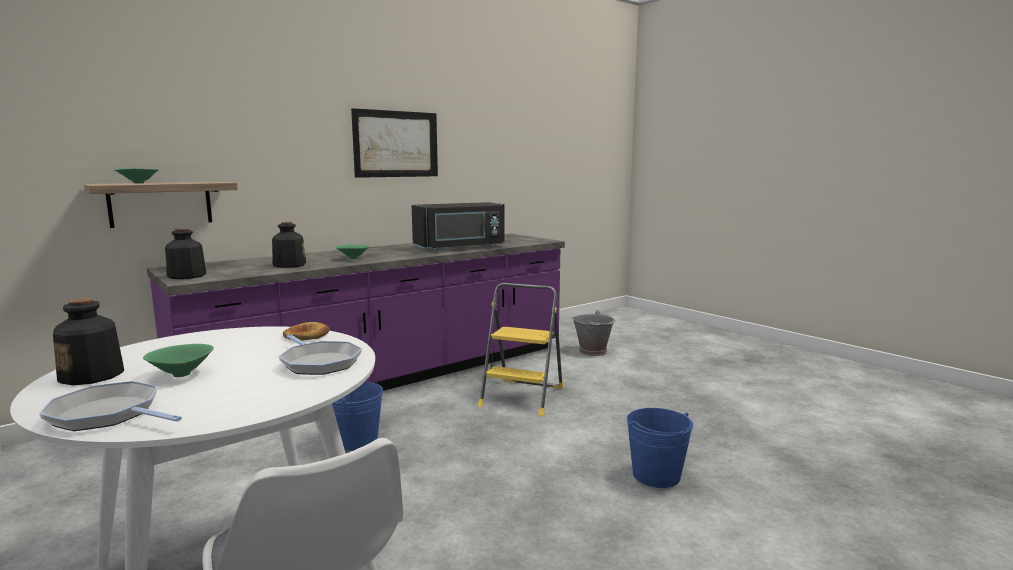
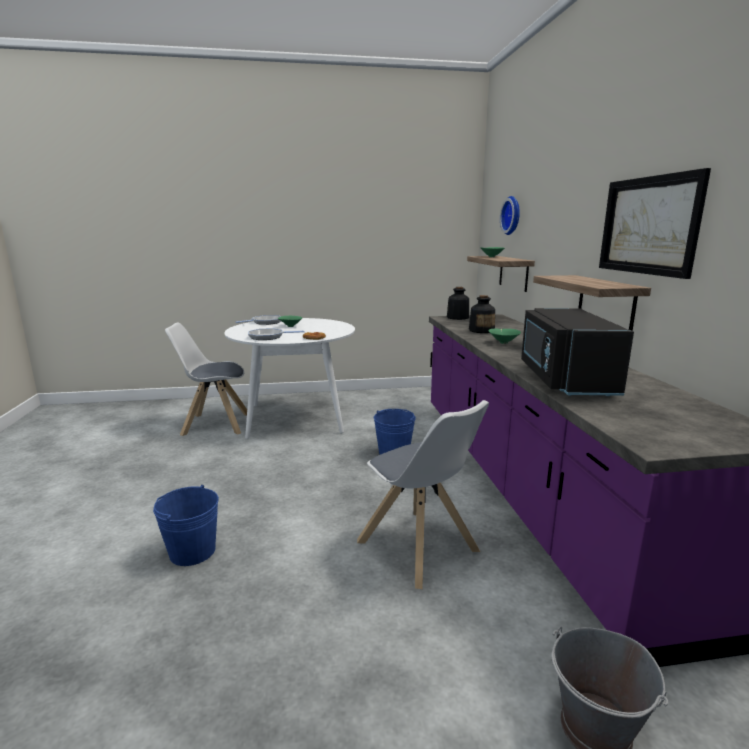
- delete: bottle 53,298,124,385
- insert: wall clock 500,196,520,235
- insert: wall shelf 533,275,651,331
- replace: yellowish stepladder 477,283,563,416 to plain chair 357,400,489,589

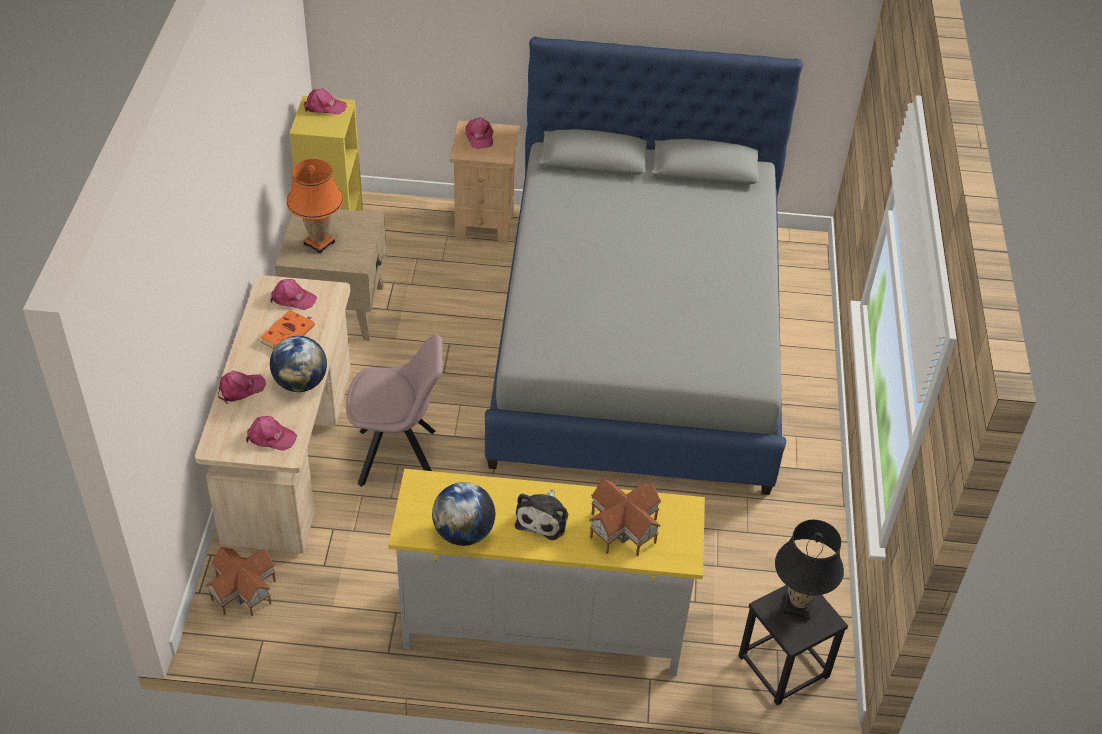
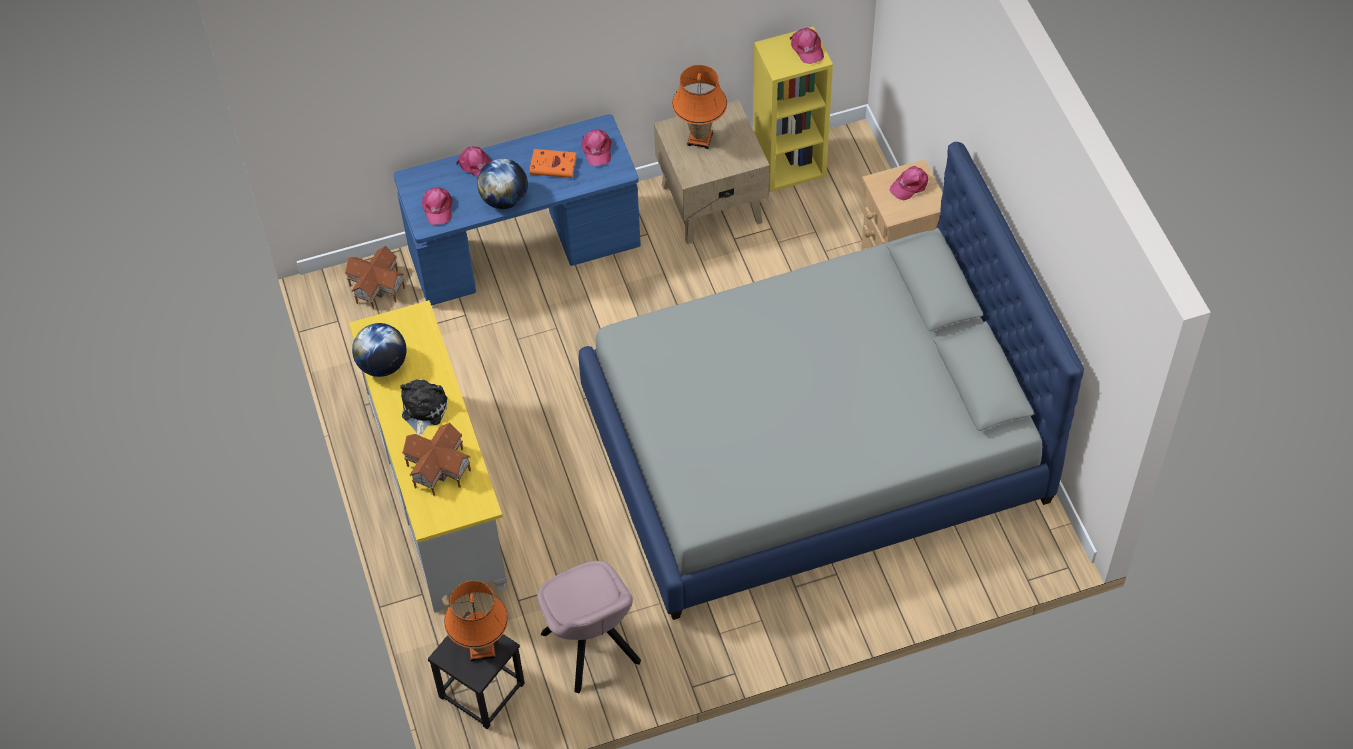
- move: pinkish plain chair 346,335,443,487 to 537,561,641,694
- recolor: sand-coloured desk 195,275,351,553 to bluish desk 394,114,641,305
- recolor: black-coloured tabletop lamp 775,520,844,620 to orangey tabletop lamp 444,581,508,662
- rotate: soft toy 515,489,568,540 = 400,379,447,437 105 degrees clockwise

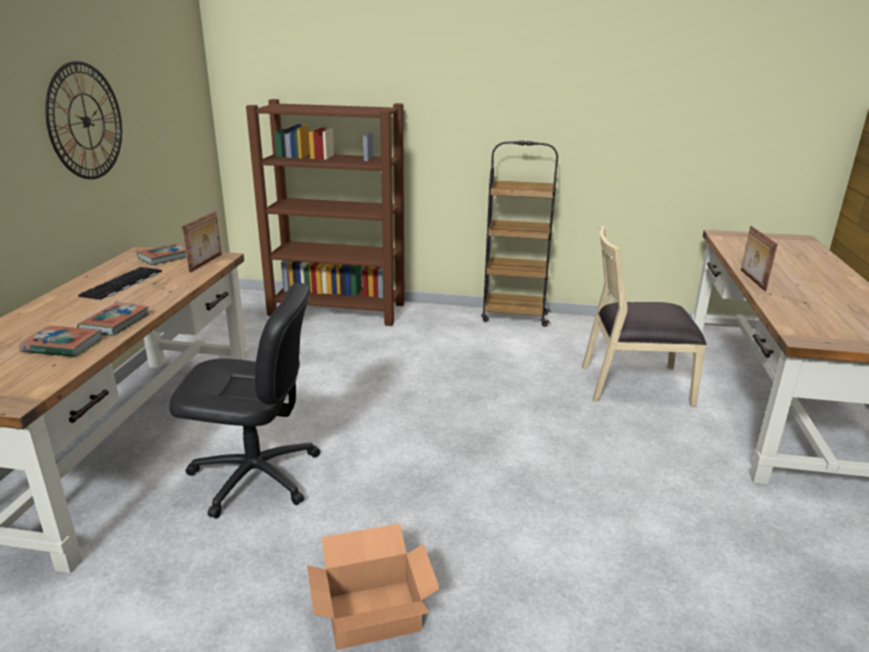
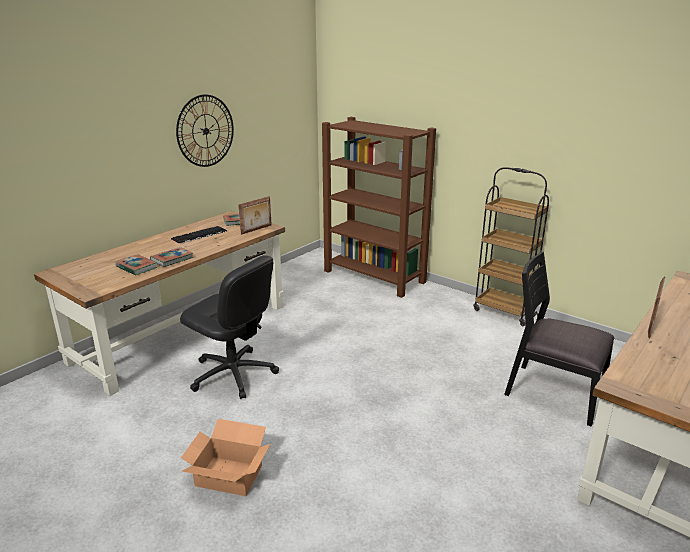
- recolor: sand-coloured plain chair 582,226,706,407 to black-coloured plain chair 504,252,614,427

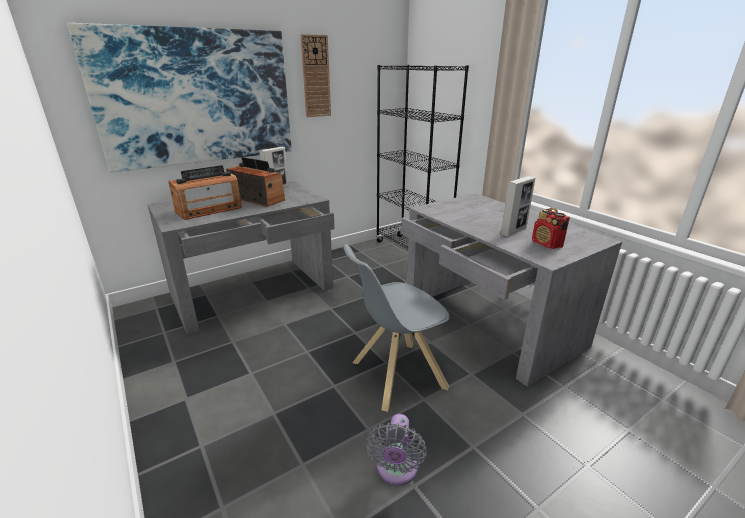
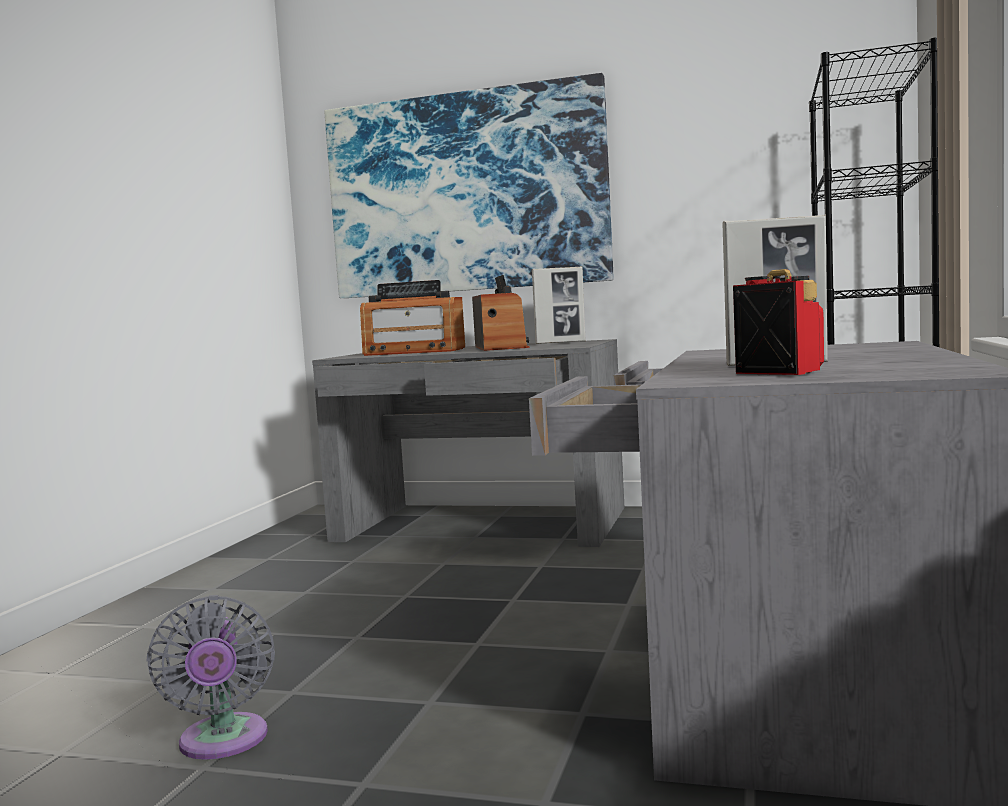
- delete: wall clock 301,34,331,117
- delete: gray plain chair 343,244,450,412
- rotate: gray fan 366,414,427,485 = 147,595,275,760 75 degrees counterclockwise
- rotate: radio set 532,207,570,249 = 733,269,824,375 120 degrees clockwise

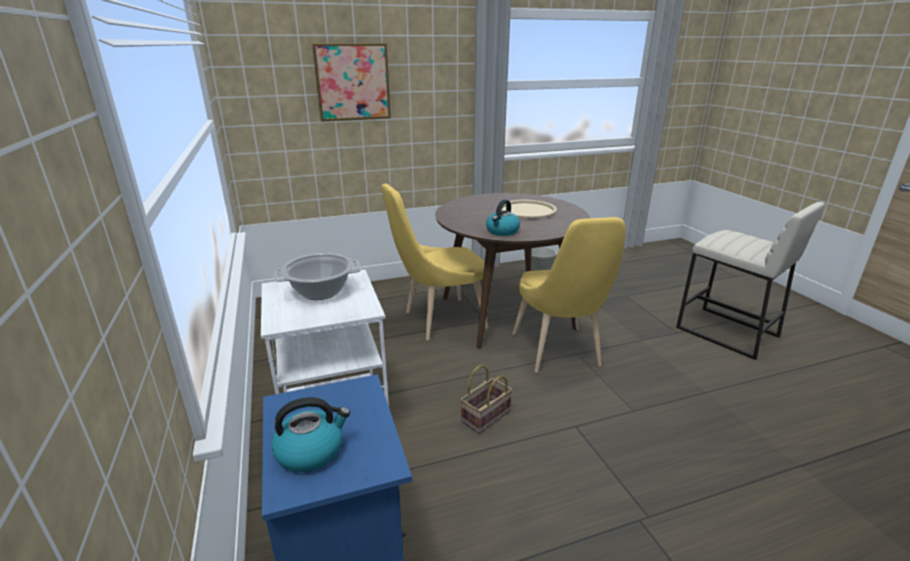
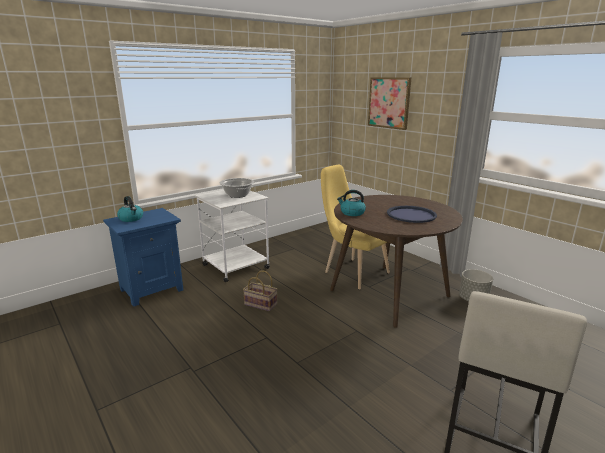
- delete: yellowish plain chair 512,217,626,373
- recolor: sand-coloured serving tray 501,200,557,219 to bluish serving tray 387,206,437,223

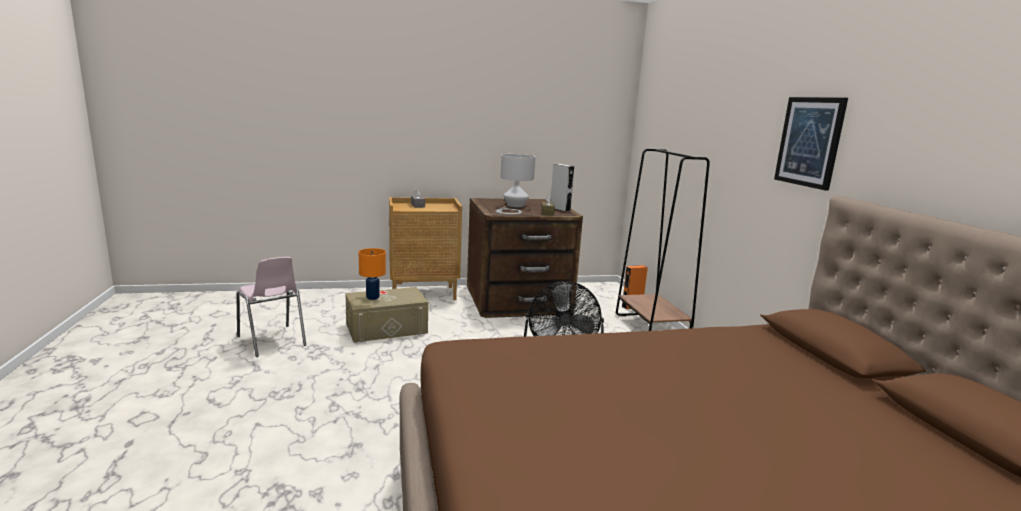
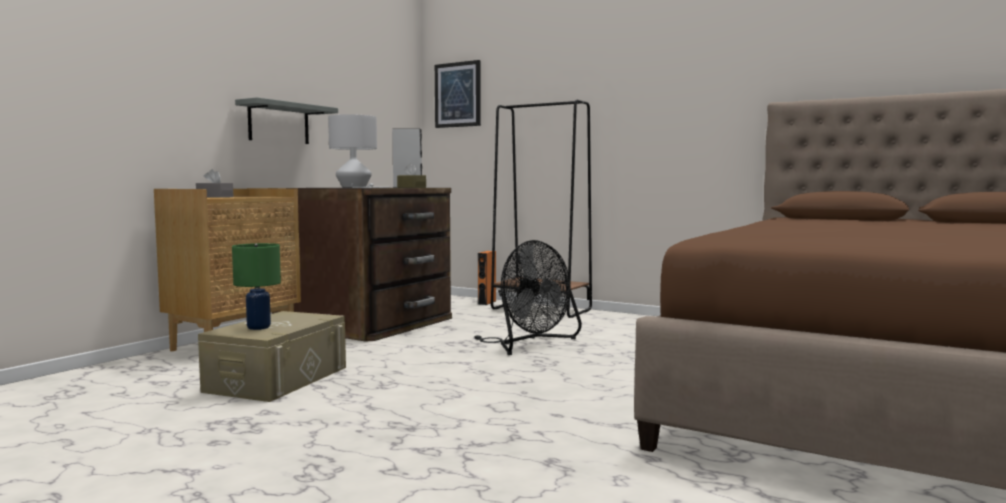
- delete: pinkish plain chair 236,257,306,357
- insert: gray wall shelf 235,97,338,144
- move: picture 774,97,848,191 to 435,60,481,128
- recolor: orangey tabletop lamp 359,248,386,300 to green tabletop lamp 232,243,281,330

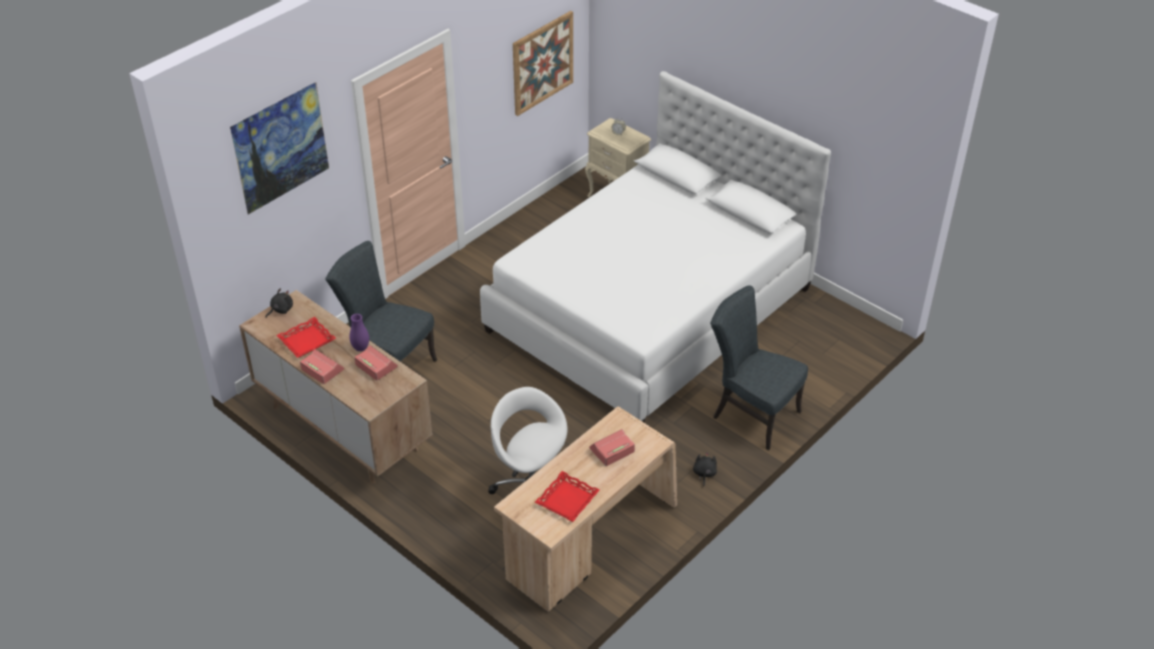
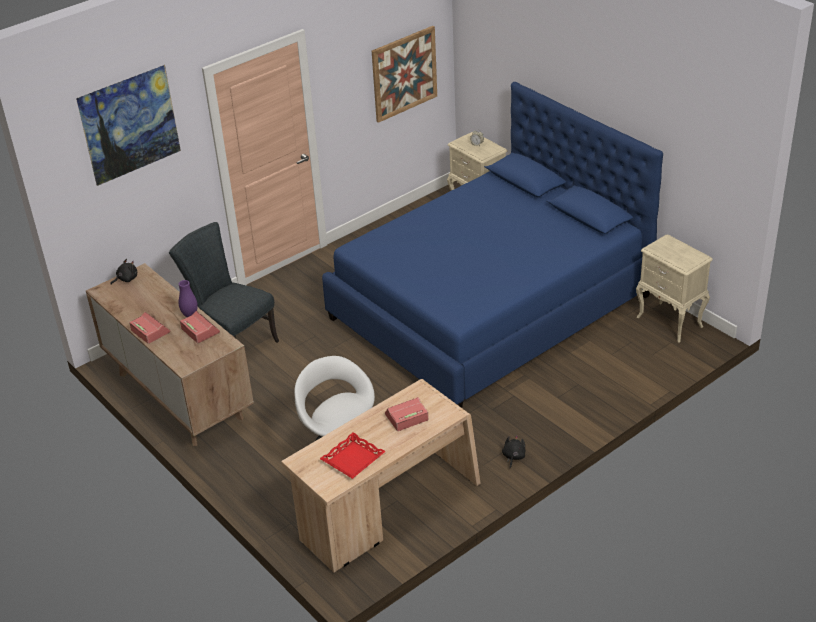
- delete: red serving tray 276,317,336,358
- delete: gray plain chair 710,285,808,450
- insert: sand-coloured nightstand 636,235,713,343
- recolor: white sleeping bed 480,71,831,422 to bluish sleeping bed 322,82,663,408

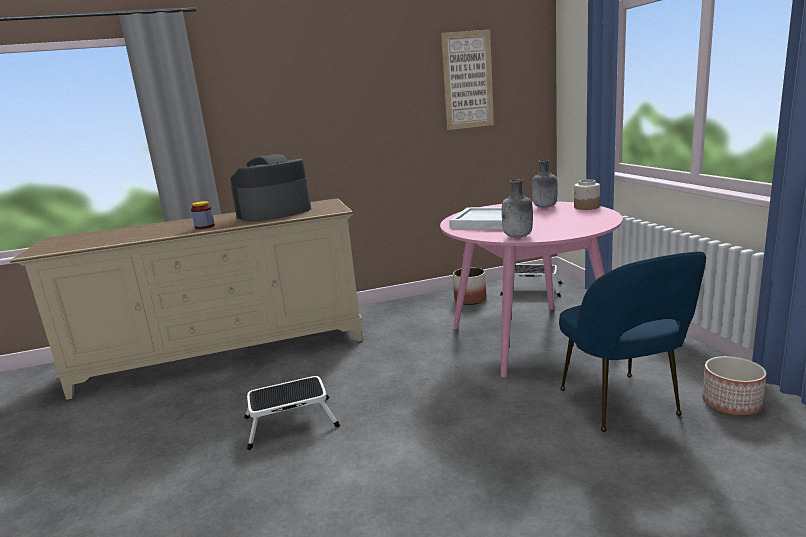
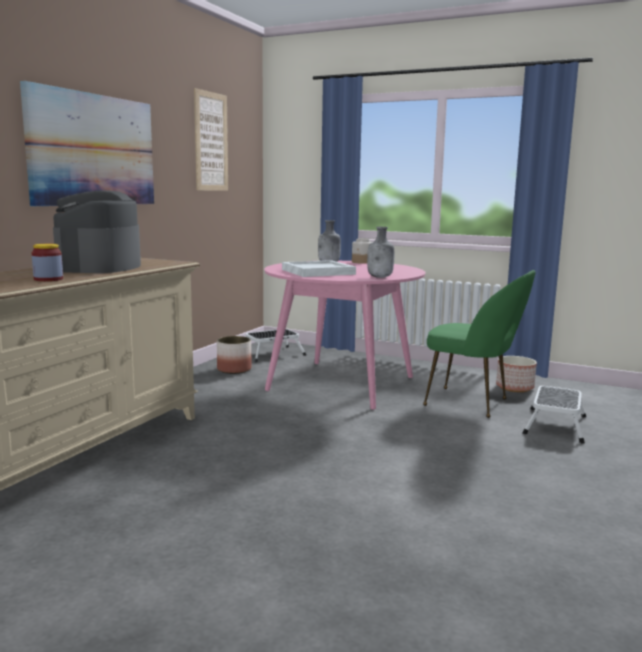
- insert: picture 20,81,154,206
- move: black-coloured stepladder 244,376,340,450 to 522,386,586,444
- recolor: bluish plain chair 559,251,706,432 to green plain chair 423,270,536,418

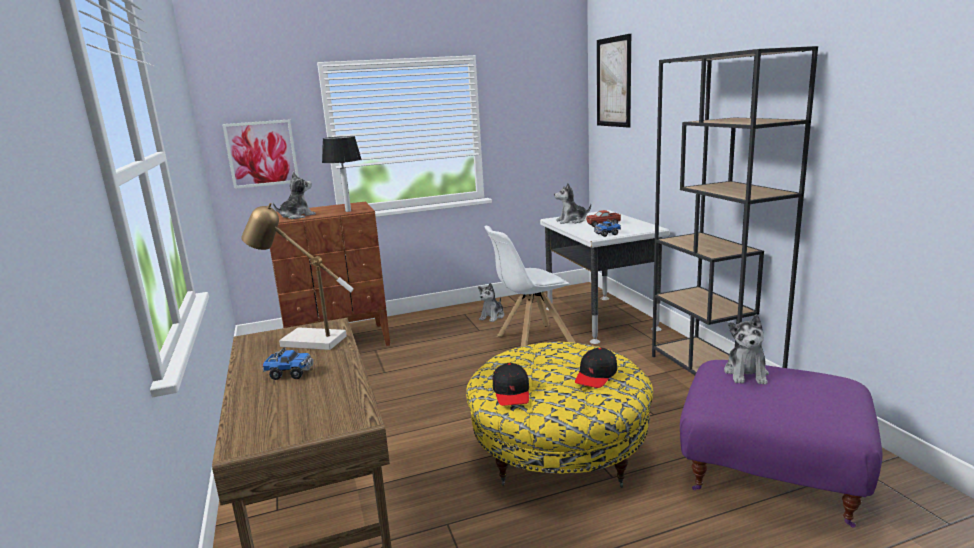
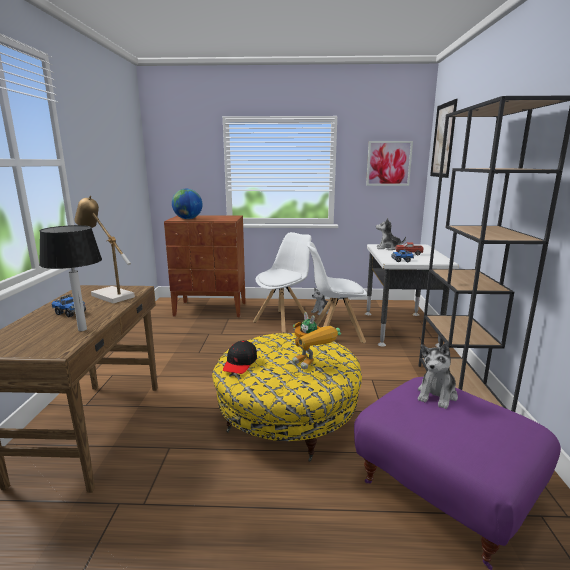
- insert: white plain chair 253,232,311,333
- move: picture 222,119,299,189 to 366,141,413,186
- move: tabletop lamp 322,136,361,212 to 39,225,102,331
- replace: soft toy 273,172,316,219 to world globe 172,189,202,219
- replace: black-coloured peaked cap 575,348,617,388 to model robot 292,312,341,369

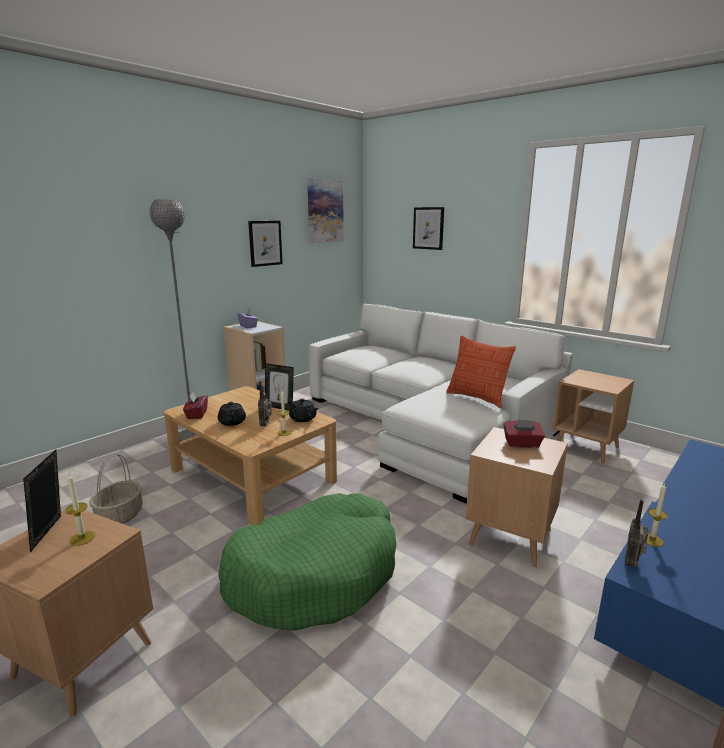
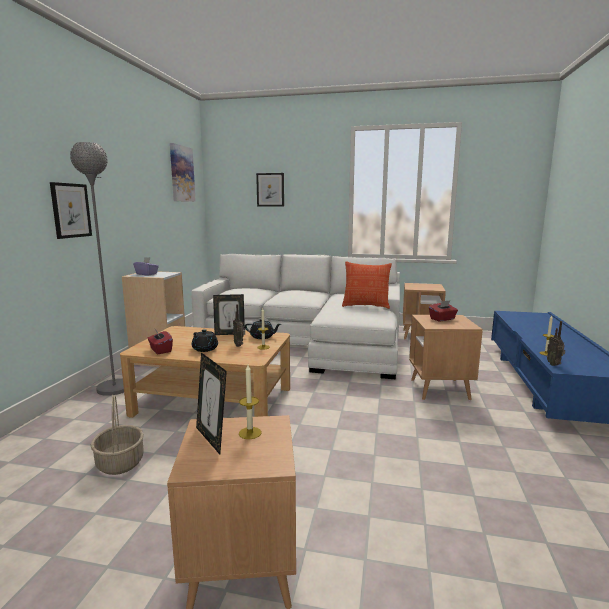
- delete: green dog bed 219,493,396,630
- move: picture 248,221,283,267 to 50,182,92,239

